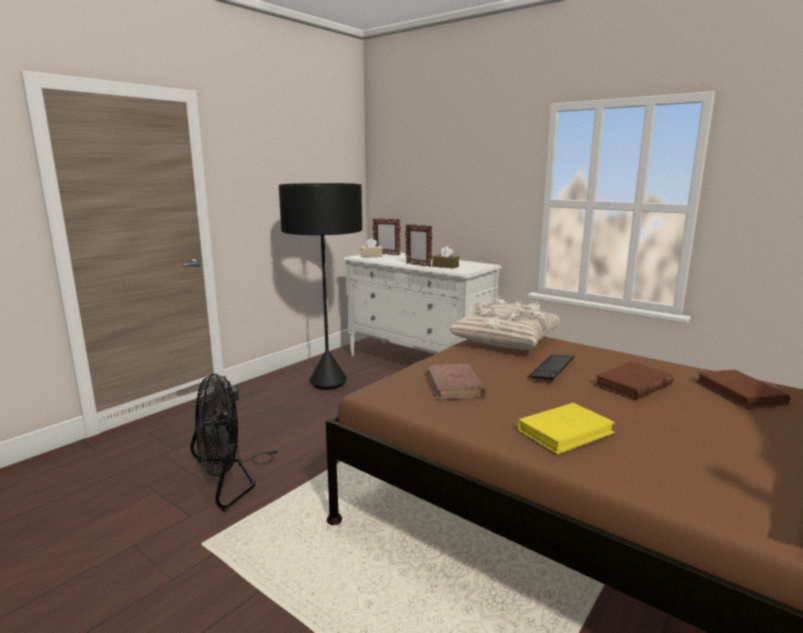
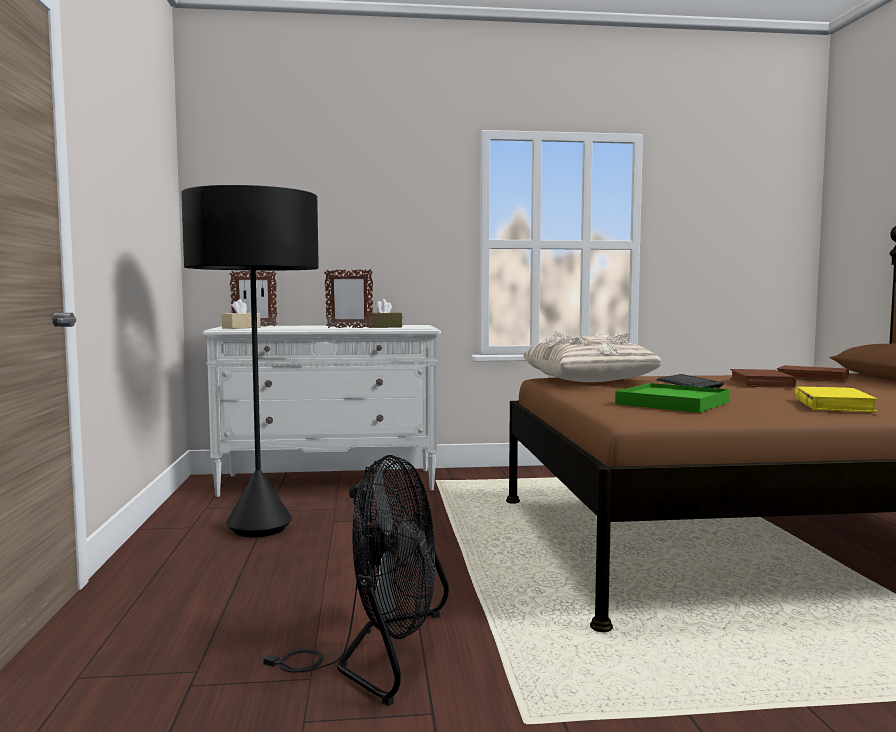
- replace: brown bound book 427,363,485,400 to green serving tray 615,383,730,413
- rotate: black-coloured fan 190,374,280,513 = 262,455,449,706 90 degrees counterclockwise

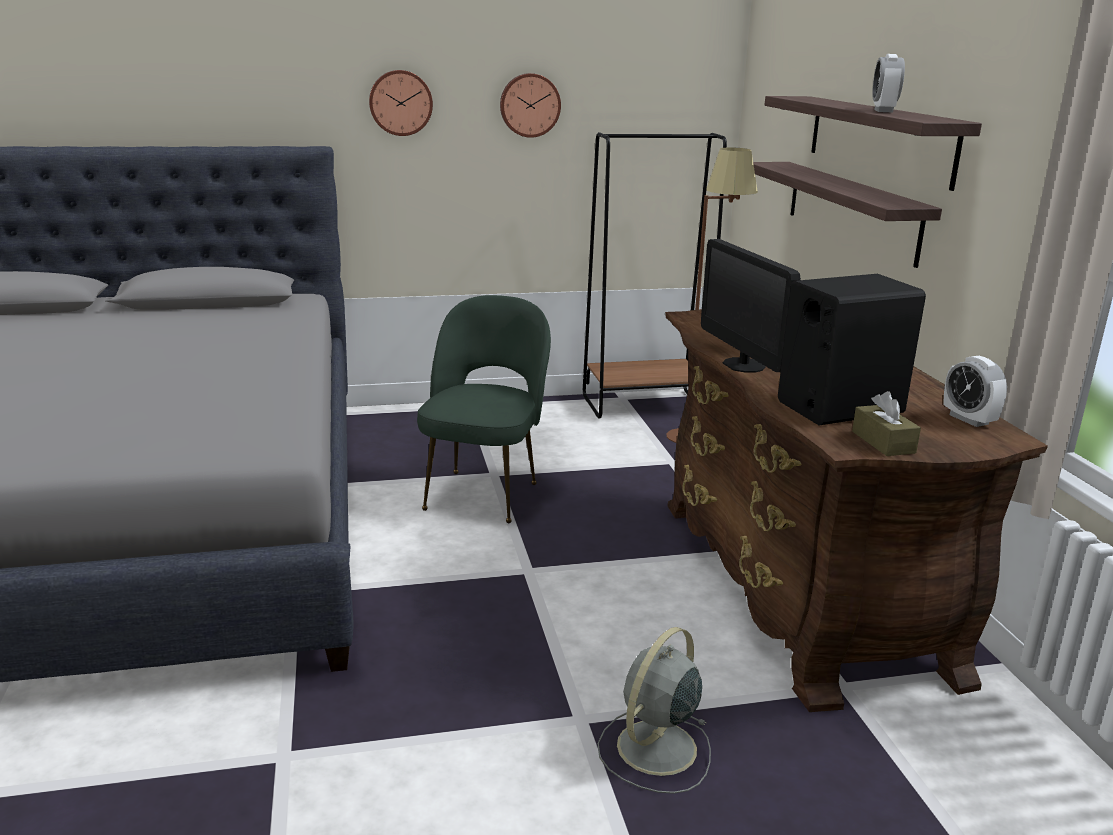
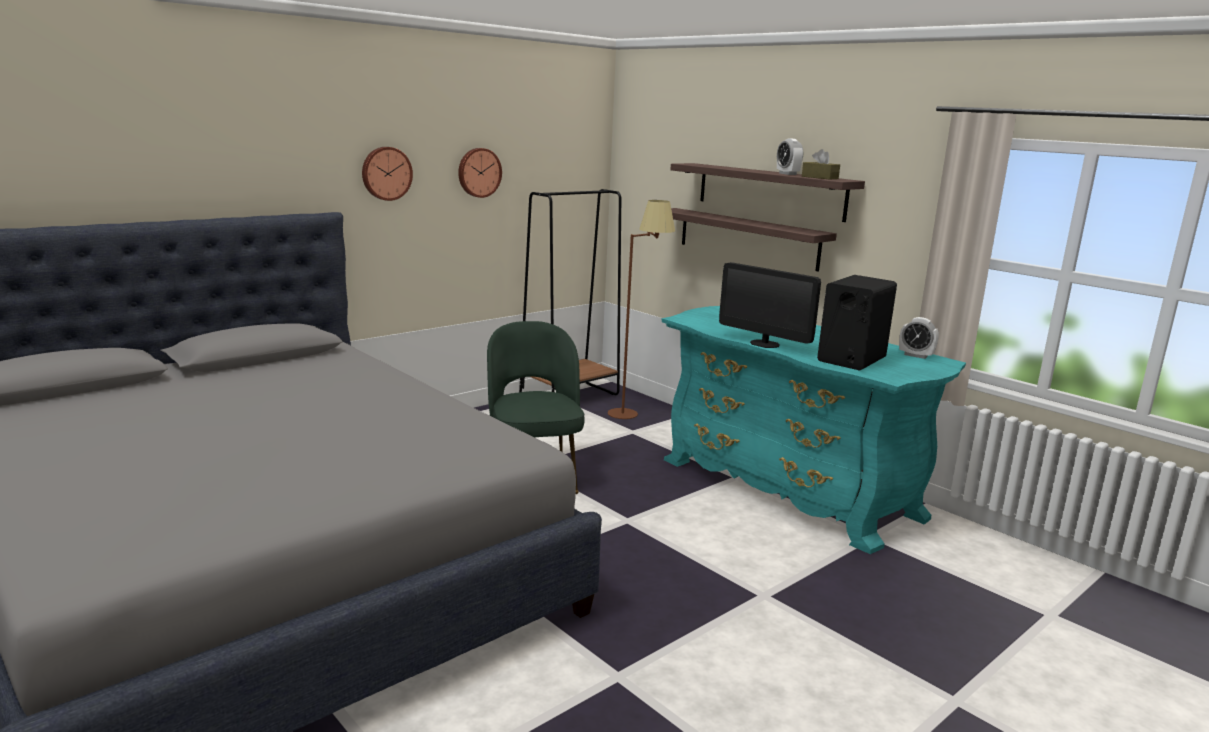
- delete: gray fan 598,627,711,794
- move: brown box of tissues 852,391,921,456 to 802,149,840,179
- recolor: brown drawer chest 665,309,1048,712 to turquoise-coloured drawer chest 661,306,966,554

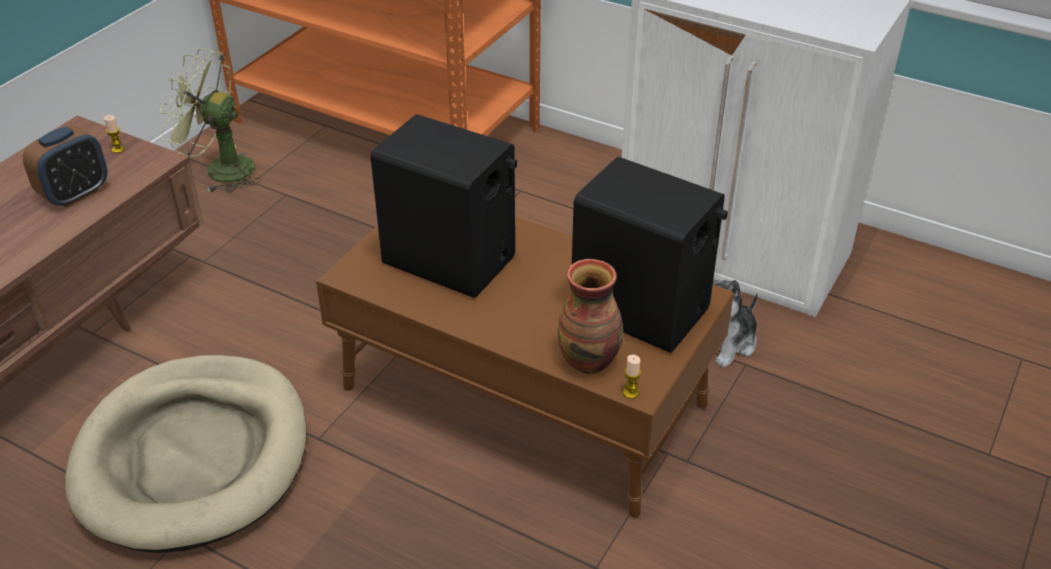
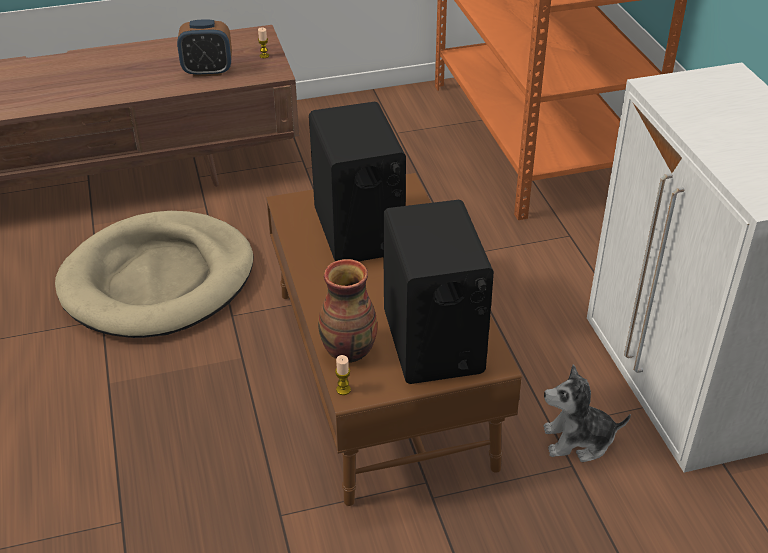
- delete: green fan 160,48,261,192

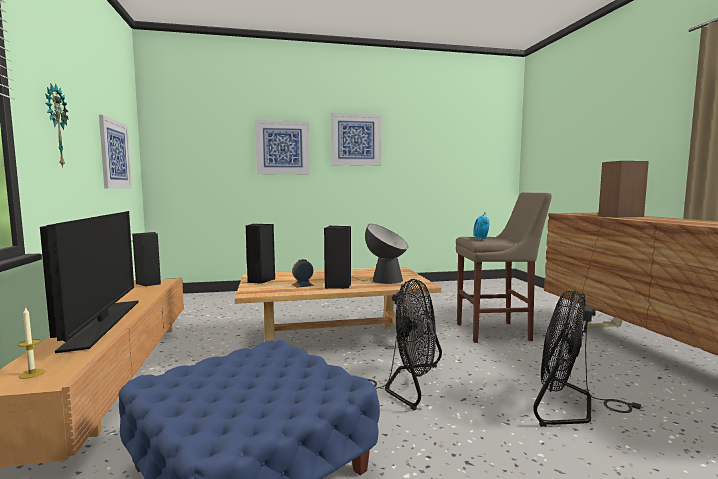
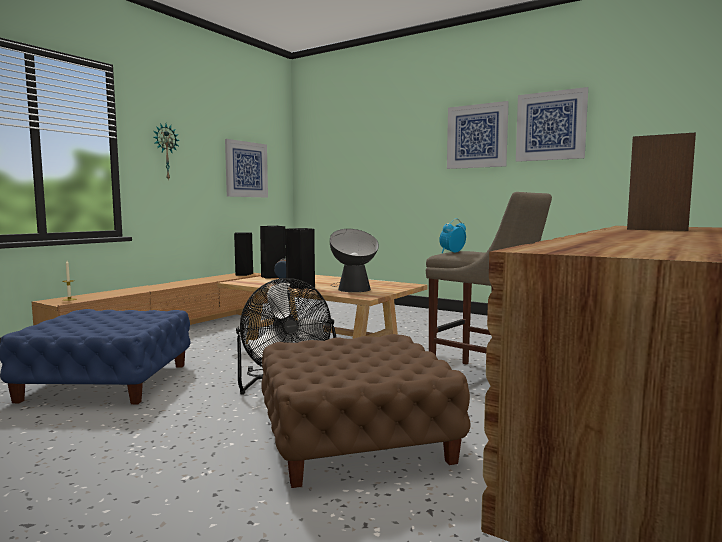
- delete: TV 40,211,139,353
- move: picture 255,120,310,174 to 516,87,588,162
- replace: black-coloured fan 533,289,644,427 to brown ottoman 261,334,471,488

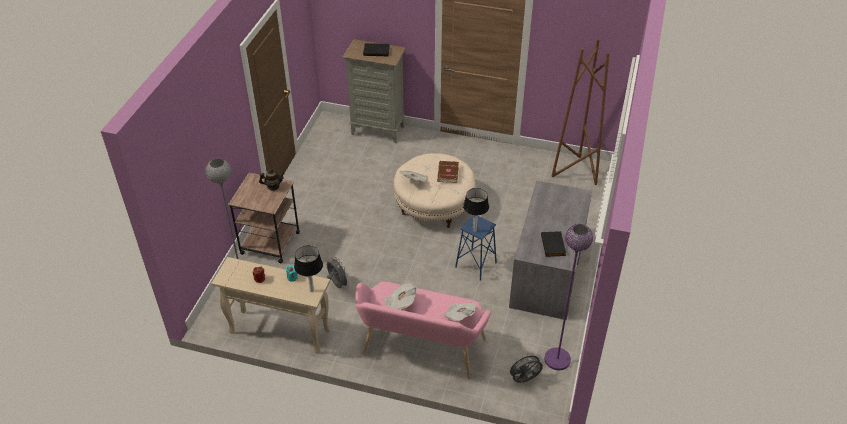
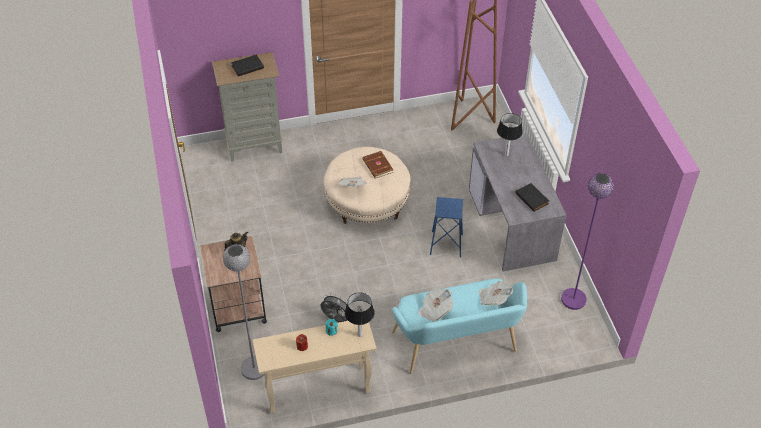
- delete: gray fan 507,353,543,383
- move: tabletop lamp 463,188,489,232 to 497,113,523,156
- recolor: pinkish bench 355,282,491,380 to turquoise-coloured bench 392,278,527,374

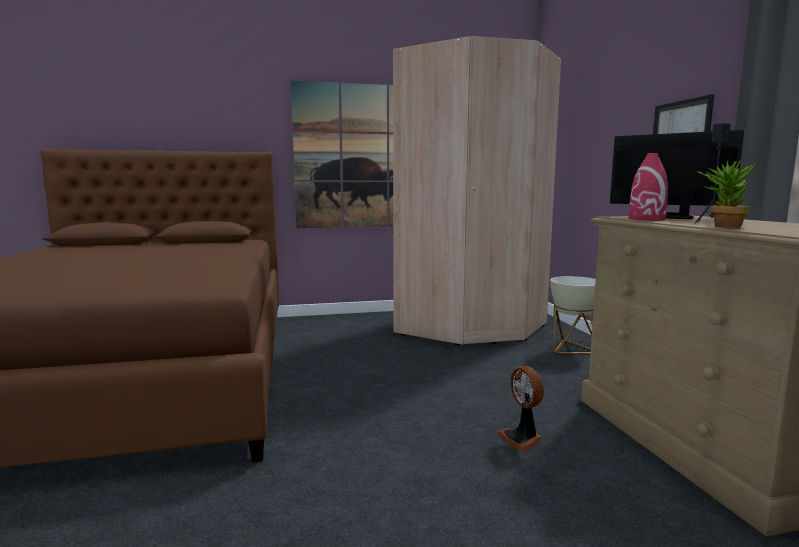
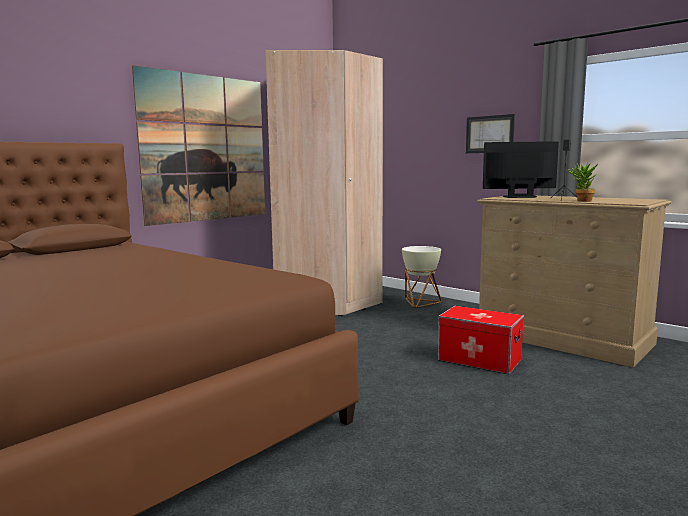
- delete: red flower vase 629,153,668,220
- replace: fan 497,366,544,451 to storage container 438,306,524,374

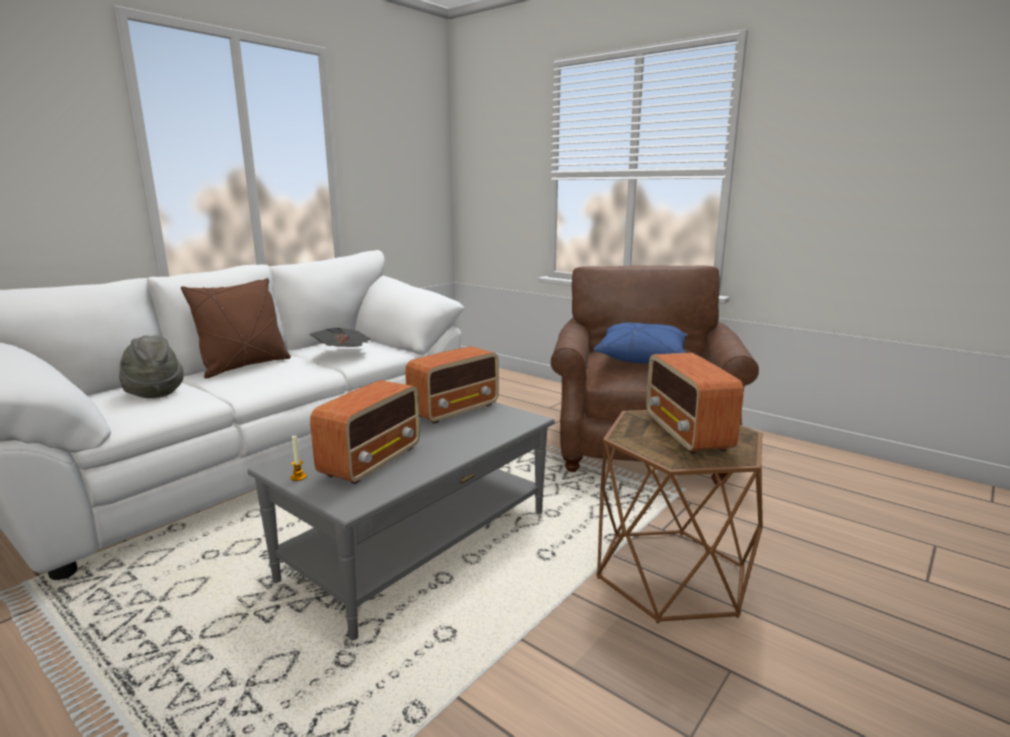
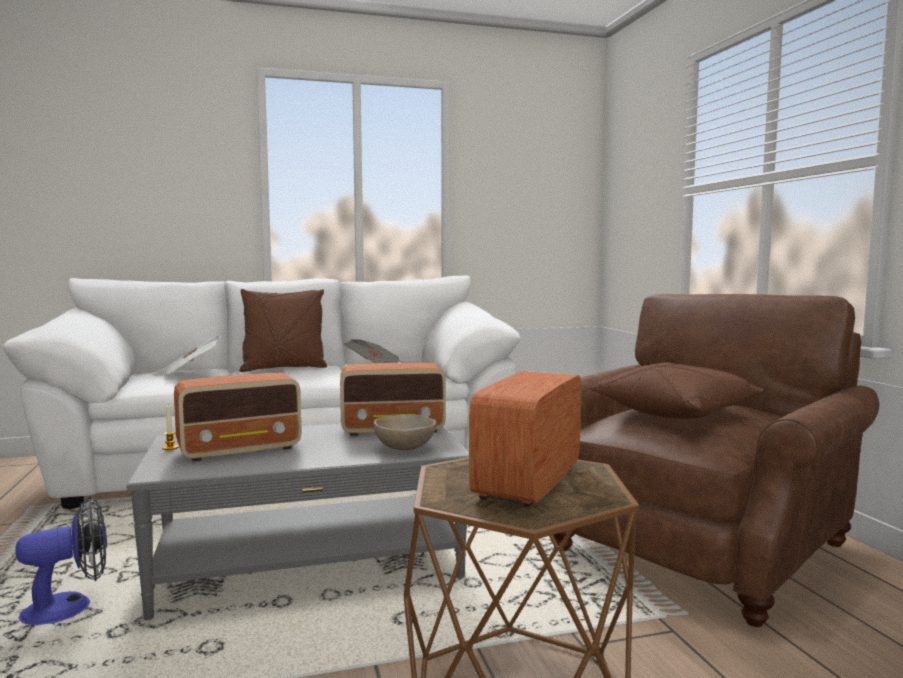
- insert: fan 15,497,107,625
- insert: sand-coloured serving bowl 373,415,437,450
- replace: gray hat 119,335,184,398 to newspaper 152,335,222,376
- recolor: bluish cushion 593,322,688,364 to brown cushion 591,362,764,419

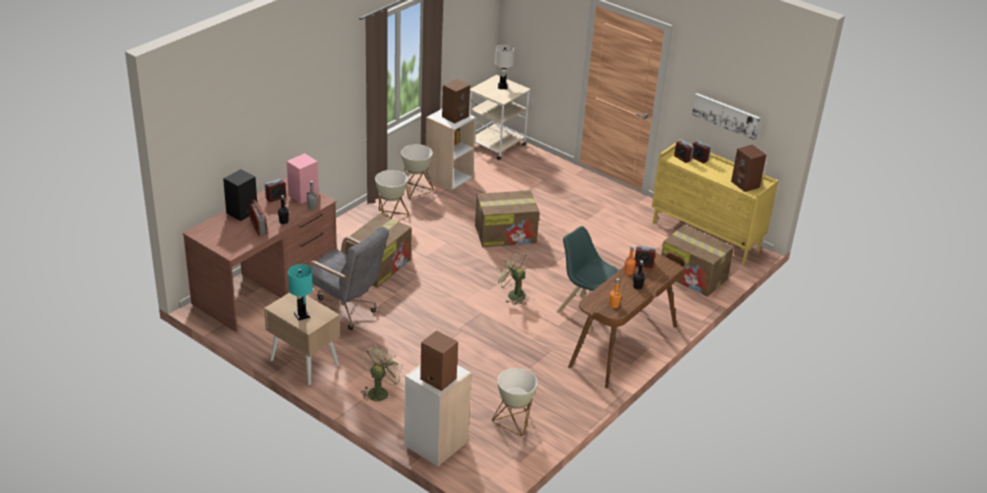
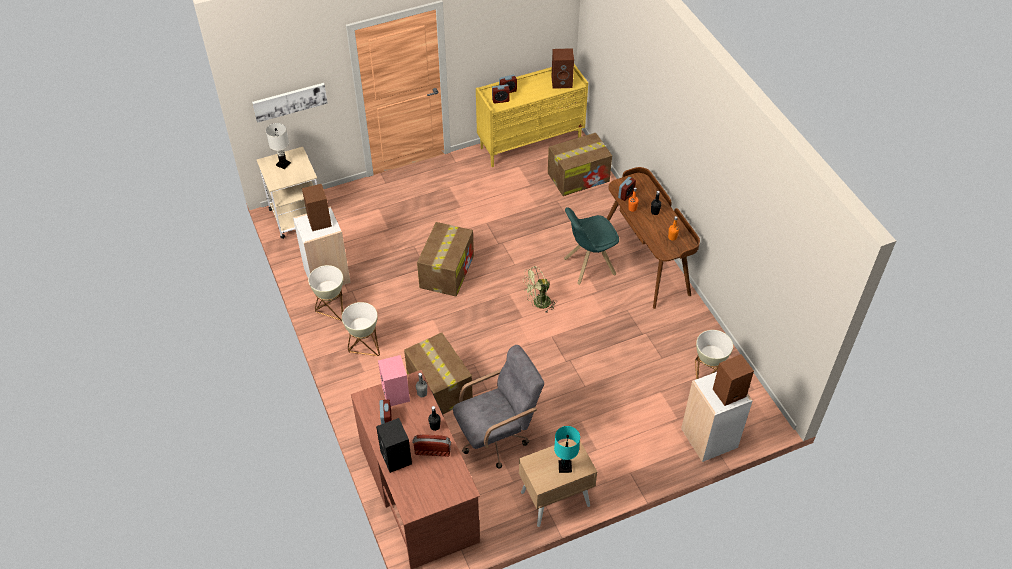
- delete: green fan 361,345,404,402
- move: picture 692,93,760,140 to 252,83,328,123

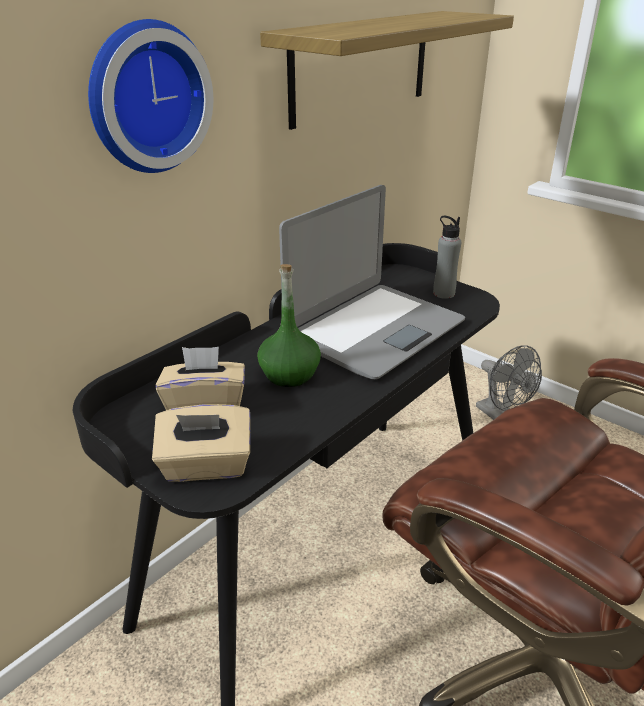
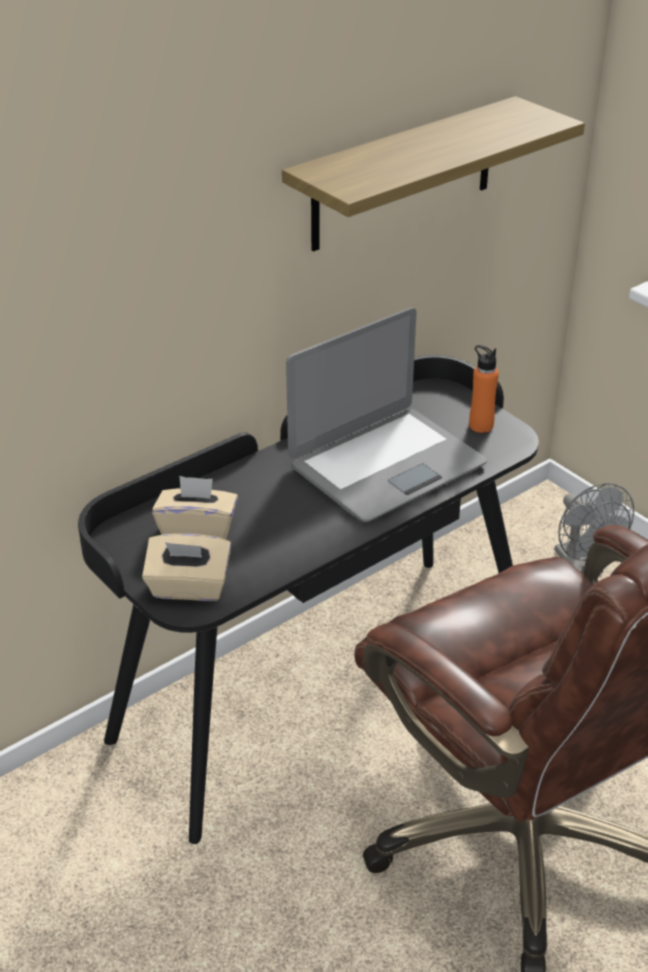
- delete: wall clock 88,19,213,173
- delete: green bottle 257,264,321,387
- recolor: gray bottle 433,216,461,299 to orangey bottle 469,345,499,433

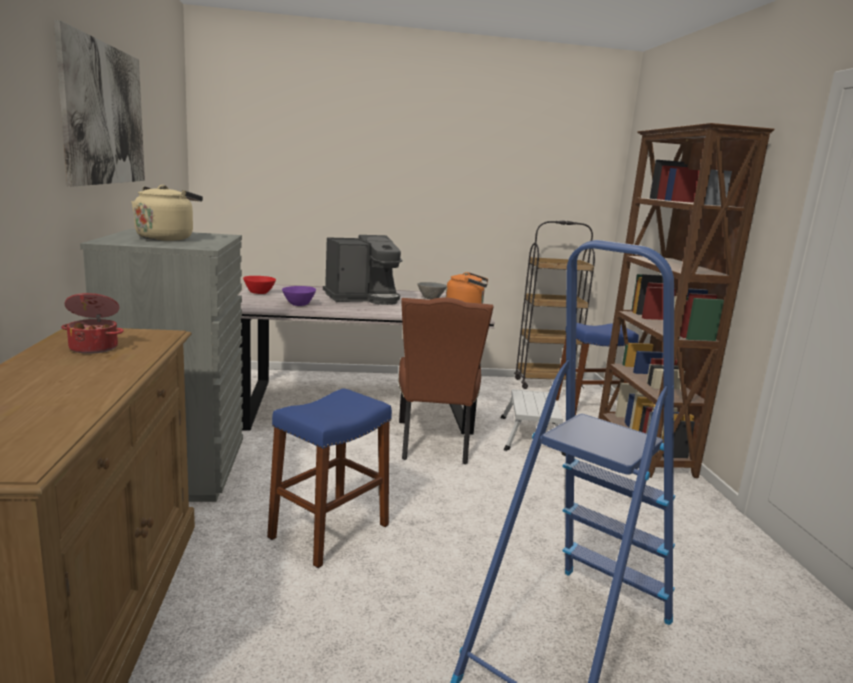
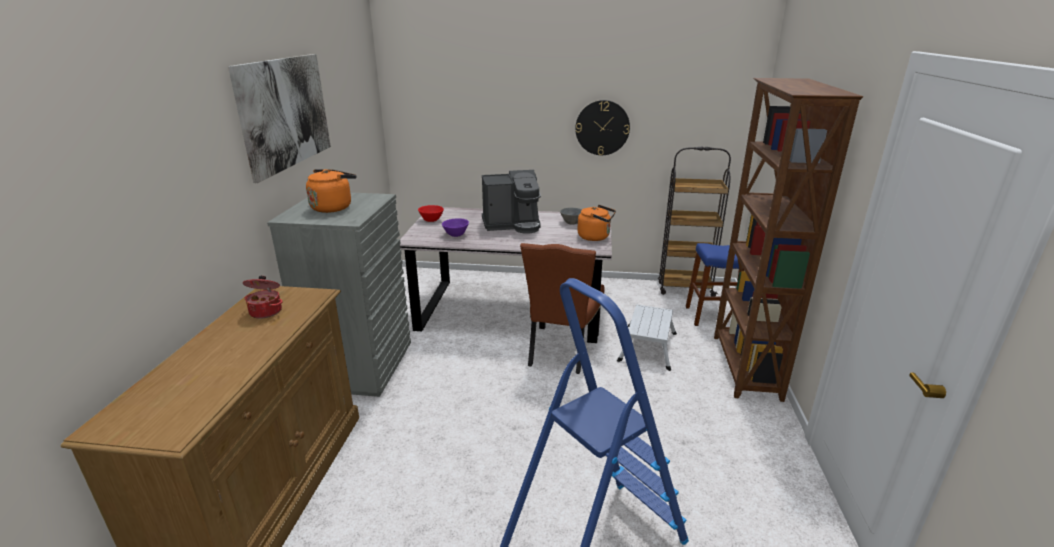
- delete: bluish stool seat 267,388,392,568
- insert: wall clock 575,100,630,155
- recolor: sand-coloured kettle 131,185,203,241 to orangey kettle 306,169,356,213

